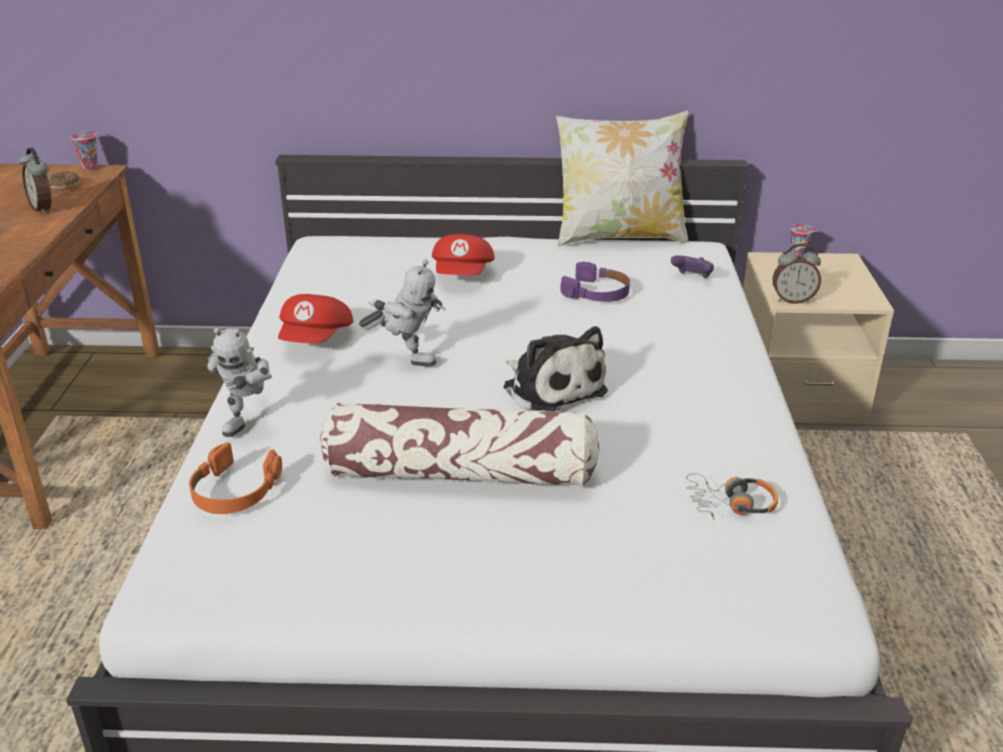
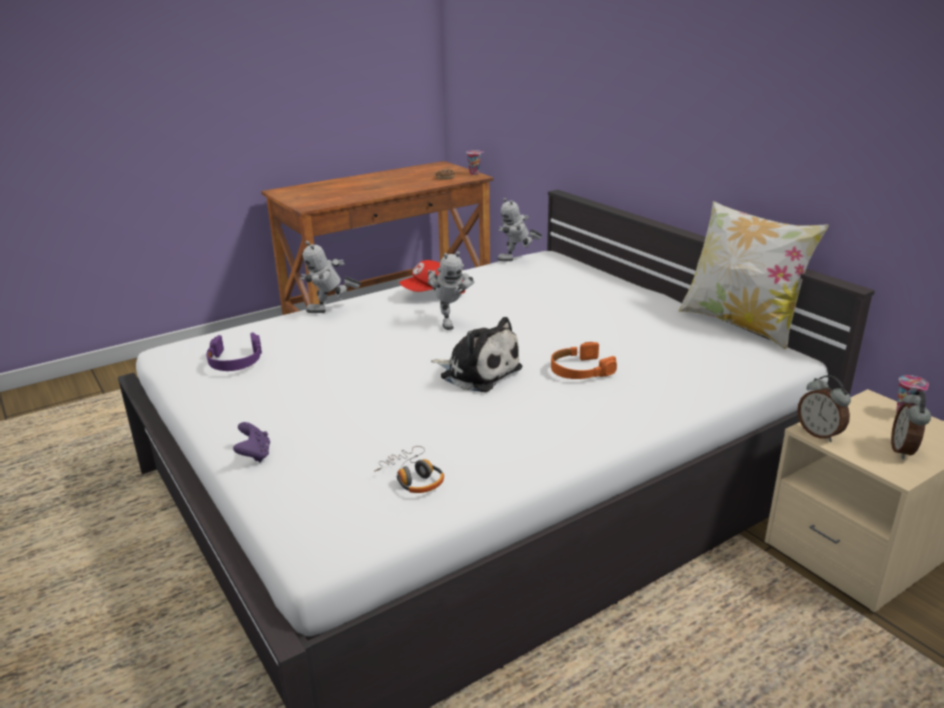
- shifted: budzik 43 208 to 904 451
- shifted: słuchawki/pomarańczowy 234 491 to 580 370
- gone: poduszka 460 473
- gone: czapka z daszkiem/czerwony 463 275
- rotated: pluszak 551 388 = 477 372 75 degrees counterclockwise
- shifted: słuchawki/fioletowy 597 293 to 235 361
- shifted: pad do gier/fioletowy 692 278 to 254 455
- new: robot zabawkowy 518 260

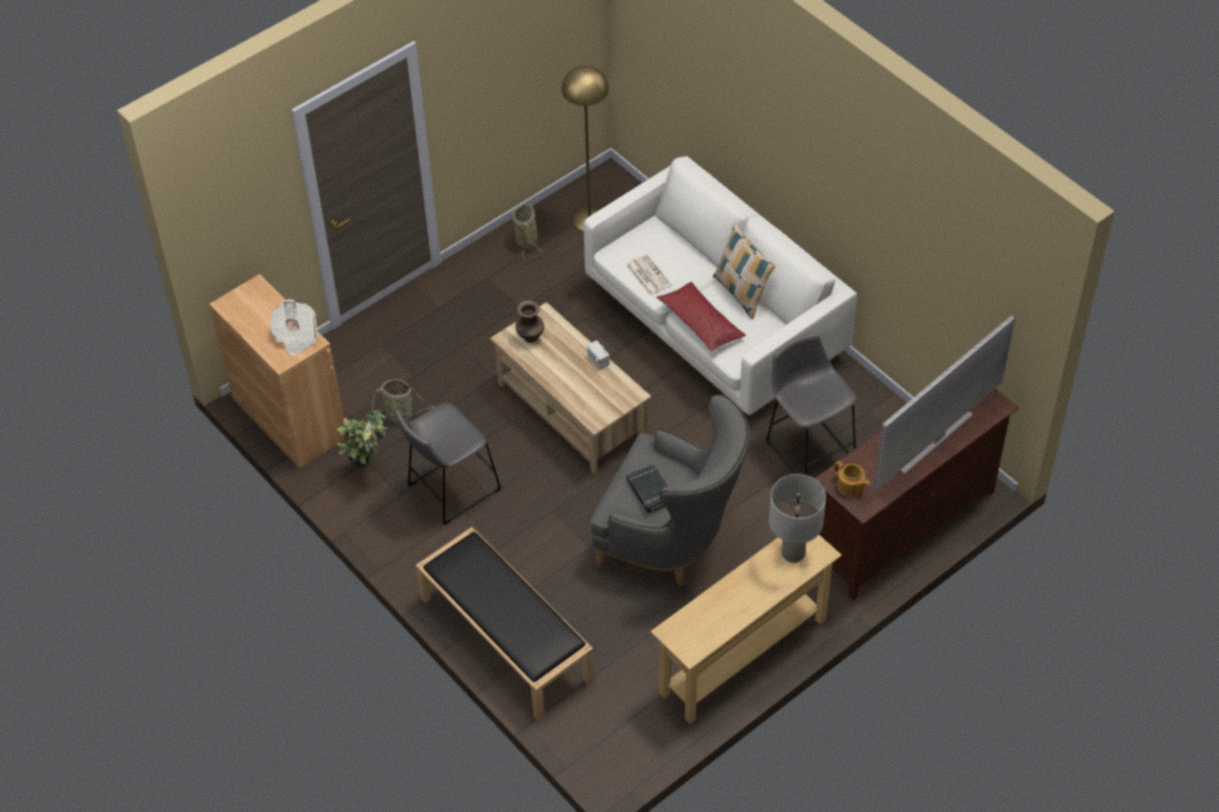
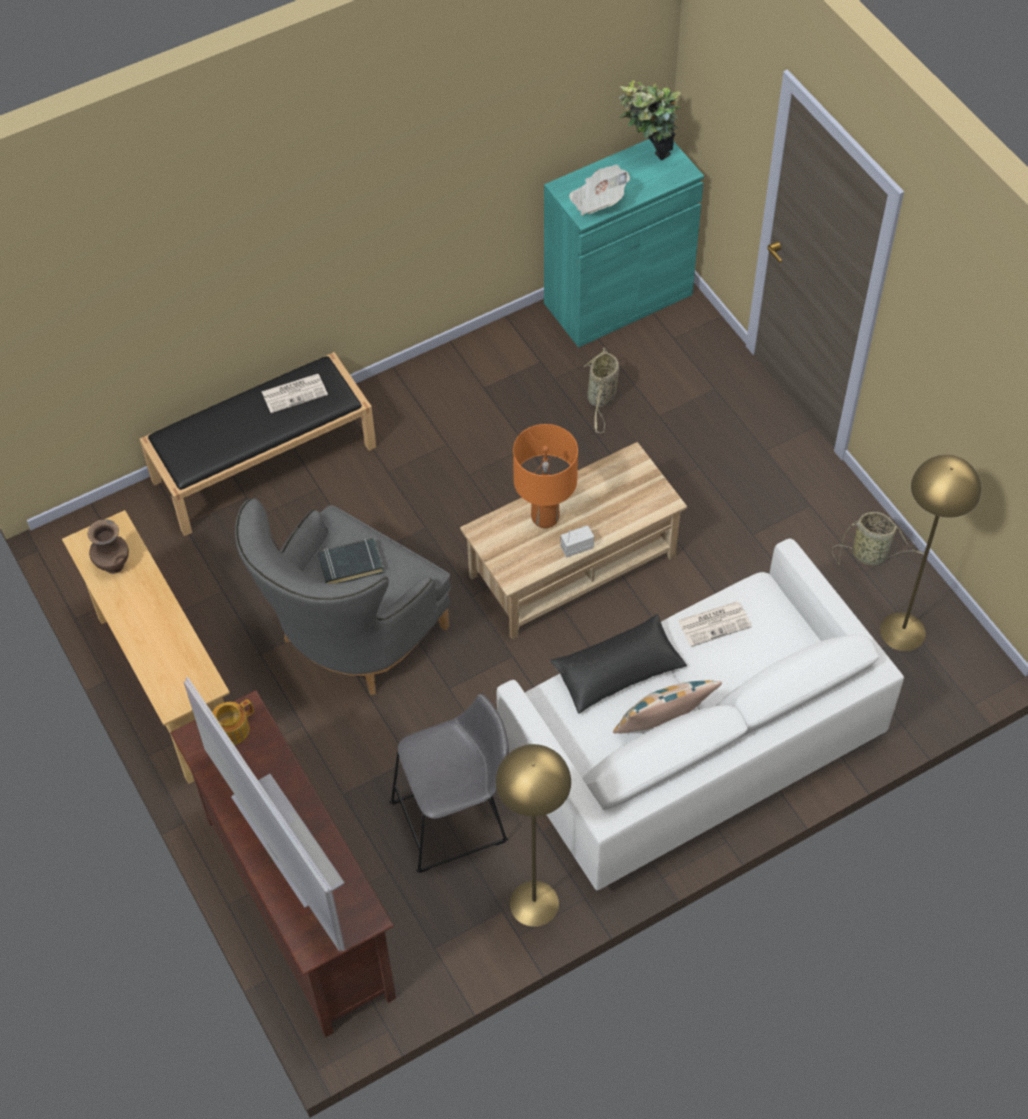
- repainted: szafka/brązowy 289 418 to szafka/turkusowy 618 299
- shifted: roślina doniczkowa 369 472 to 648 162
- gone: stołek/szary 449 489
- shifted: wazon/brązowy 530 338 to 113 565
- repainted: poduszka/czerwony 700 323 to poduszka/czarny 618 670
- gone: lampa stołowa/szary 793 553
- new: gazeta 295 393
- new: lampa stojąca/żółty 534 903
- new: lampa stołowa/pomarańczowy 545 517

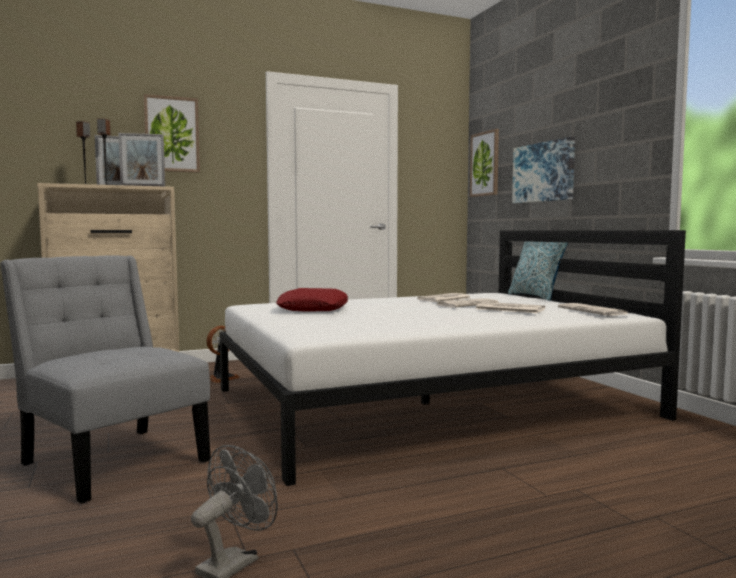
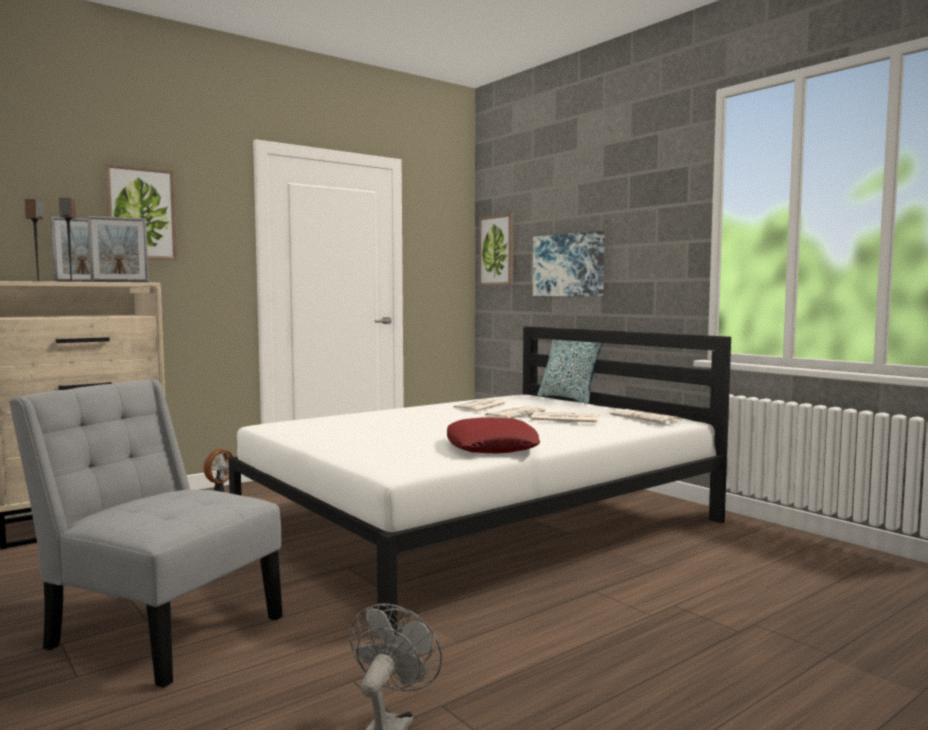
- shifted: poduszka/czerwony 313 308 to 491 446

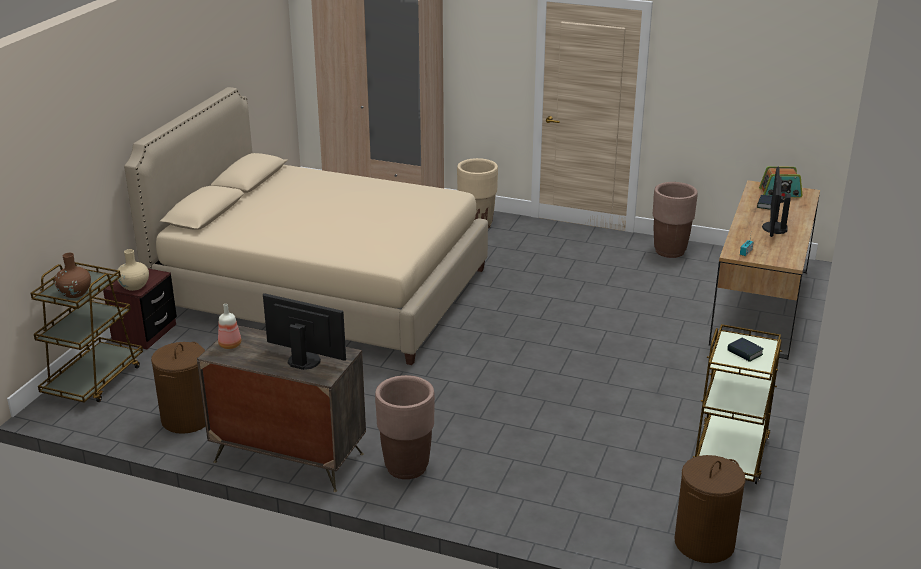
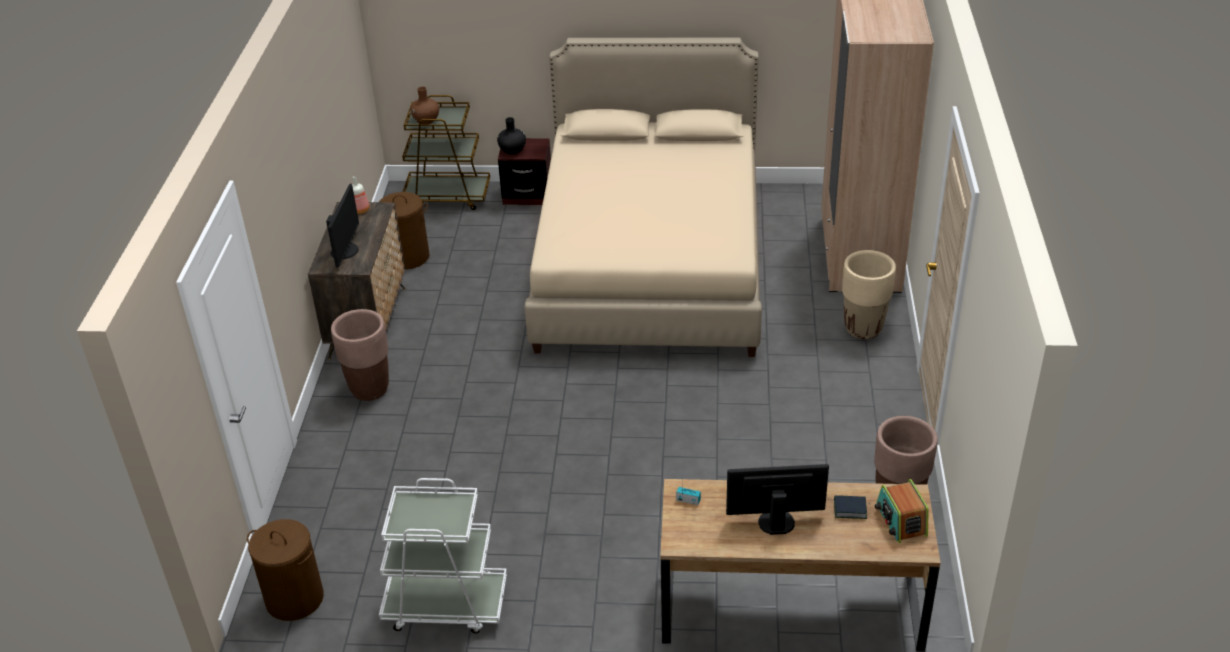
- repainted: wazon/beżowy 134 286 to wazon/czarny 512 150
- repainted: wózek/brązowy 730 454 to wózek/biały 445 605
- gone: książka 745 353

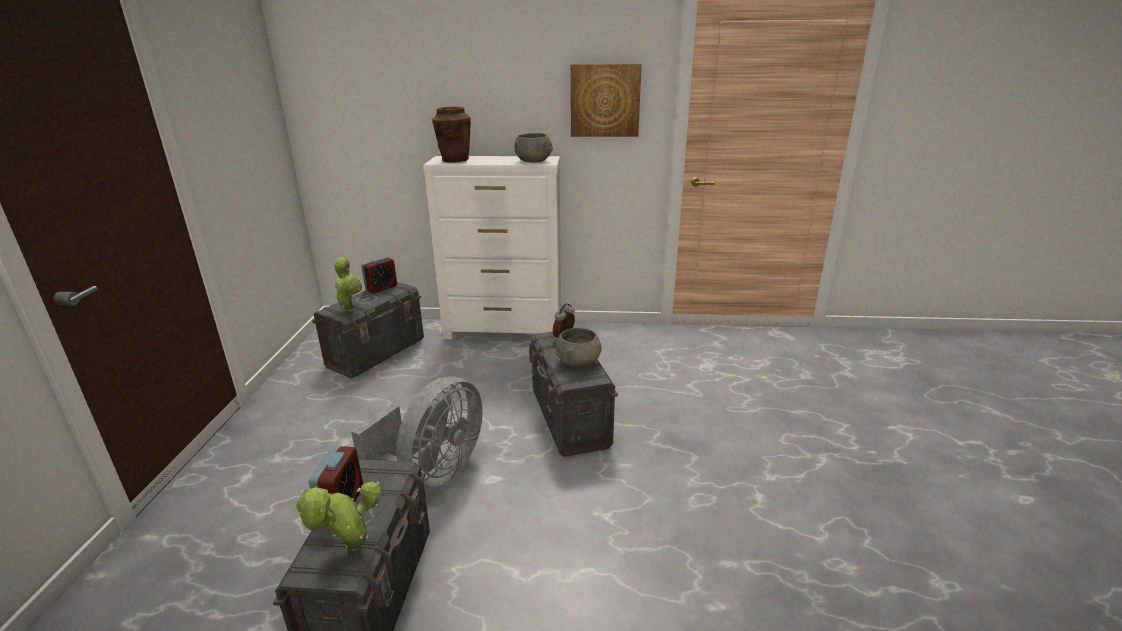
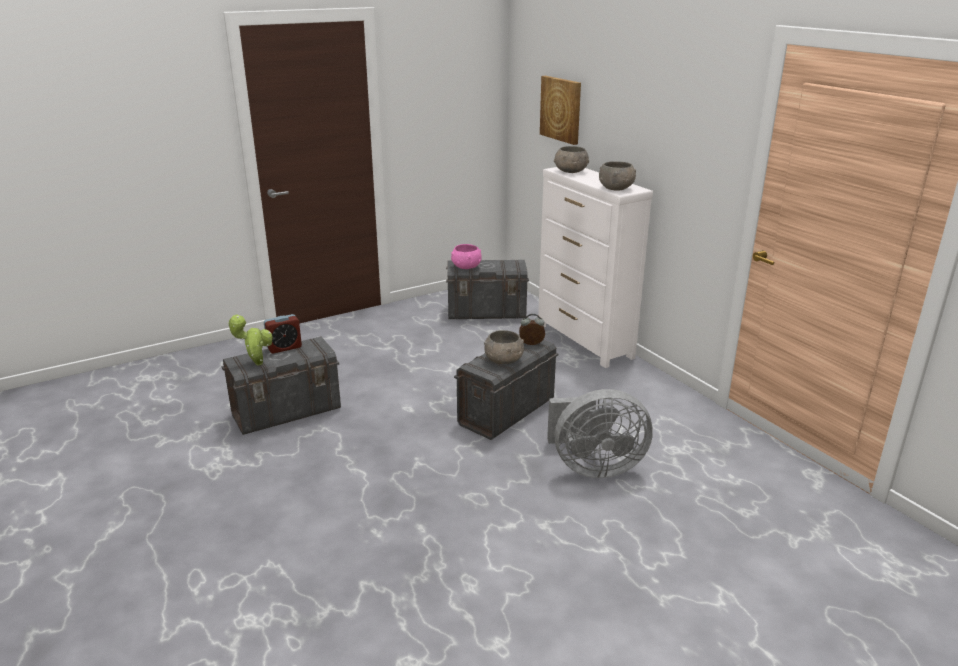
- swapped: roślina doniczkowa 350 308 to miska/różowy 466 266
- shifted: wentylator/szary 433 472 to 593 467
- gone: budzik 381 288
- swapped: wazon/brązowy 455 160 to miska/szary 570 171
- shifted: obraz 605 100 to 561 109

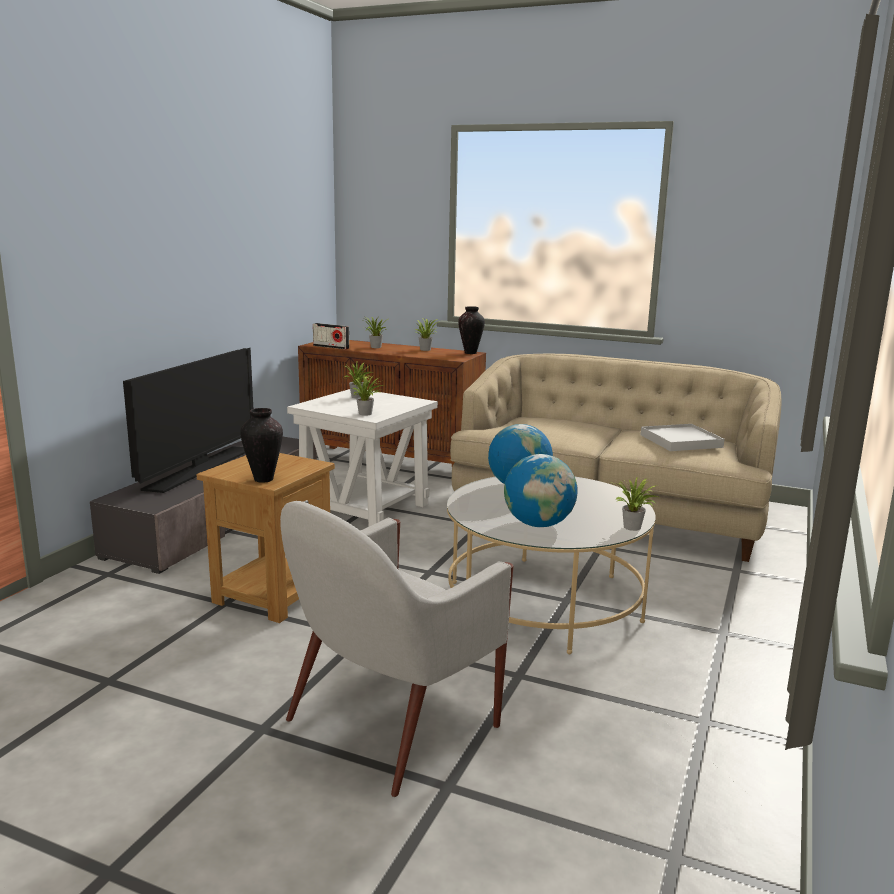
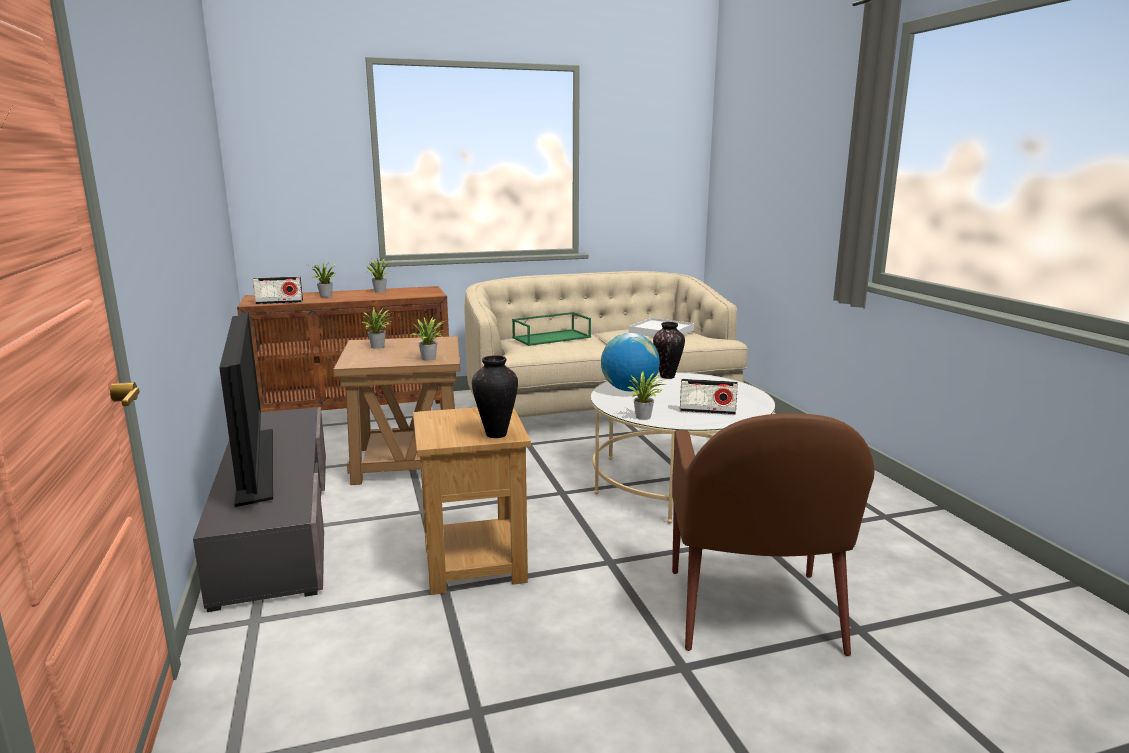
- repainted: fotel/biały 388 725 to fotel/brązowy 753 613
- repainted: stolik/biały 365 508 to stolik/brązowy 408 461
- shifted: wazon 470 353 to 667 377
- swapped: globus 538 524 to radio 707 411
- shifted: roślina doniczkowa 633 528 to 645 417
- new: taca/zielony 552 337

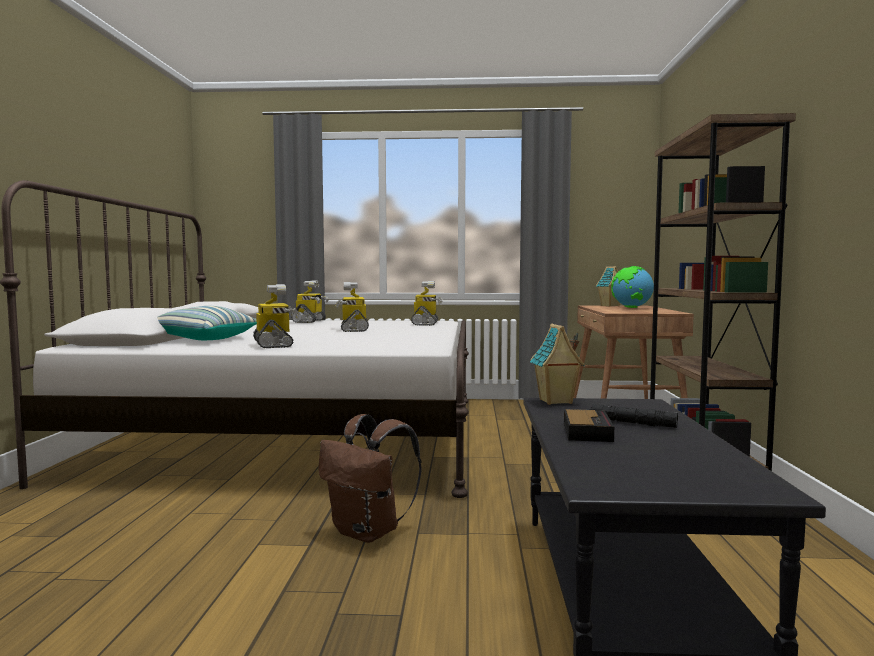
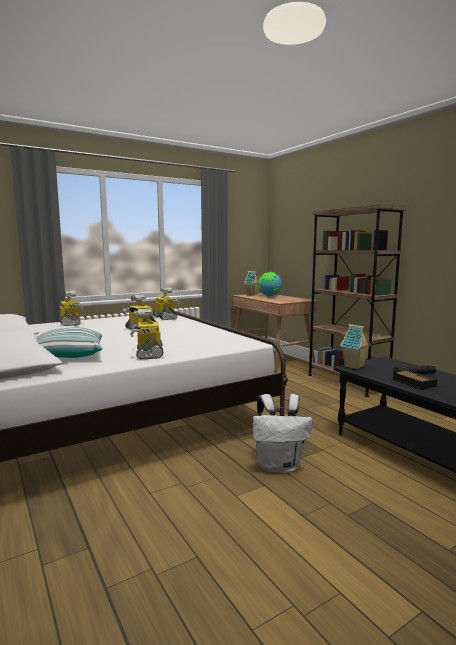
- rotated: robot zabawkowy 274 345 = 148 353 135 degrees counterclockwise
- repainted: plecak/brązowy 369 532 to plecak/biały 279 466

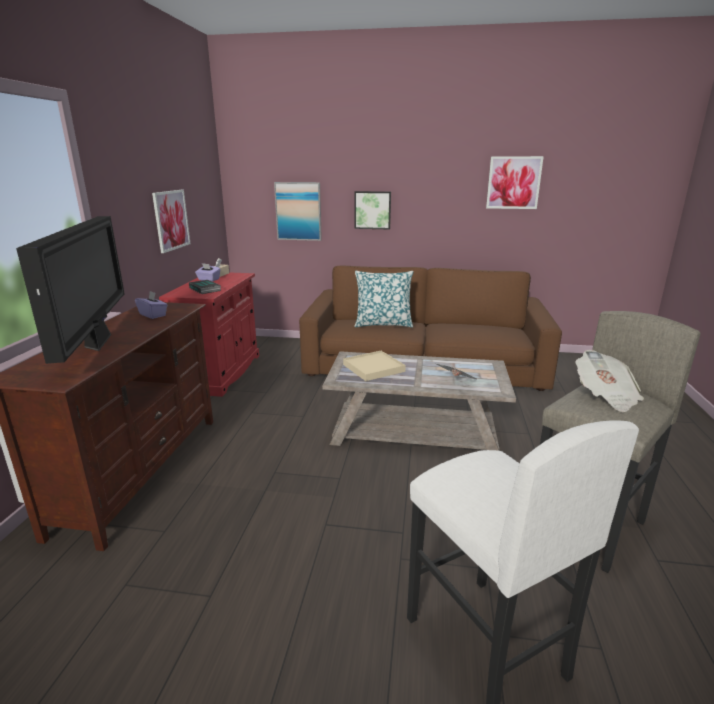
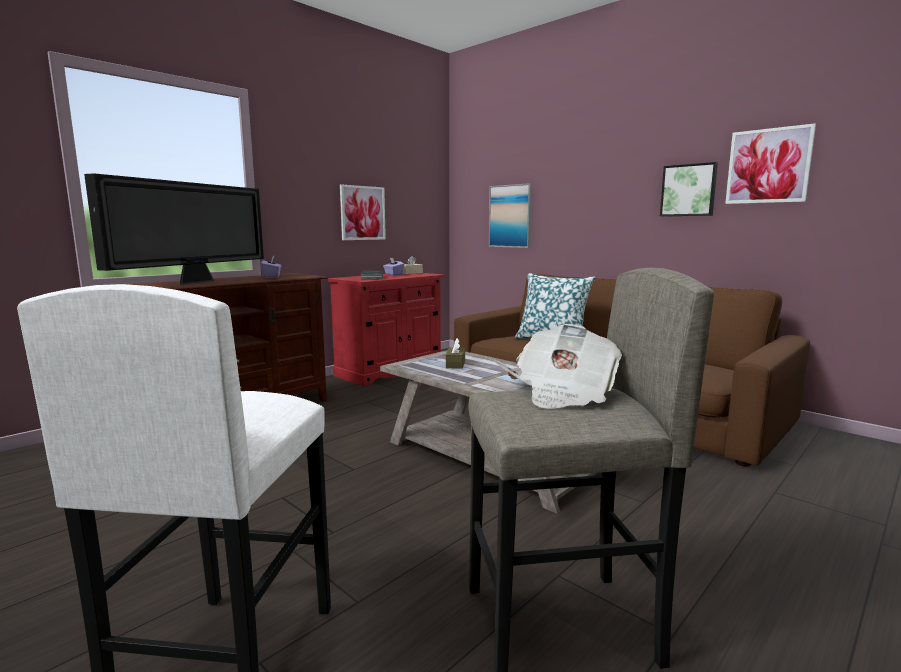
- swapped: taca/beżowy 373 368 to pudełko chusteczek/brązowy 455 364
- shifted: obraz 372 210 to 688 190

